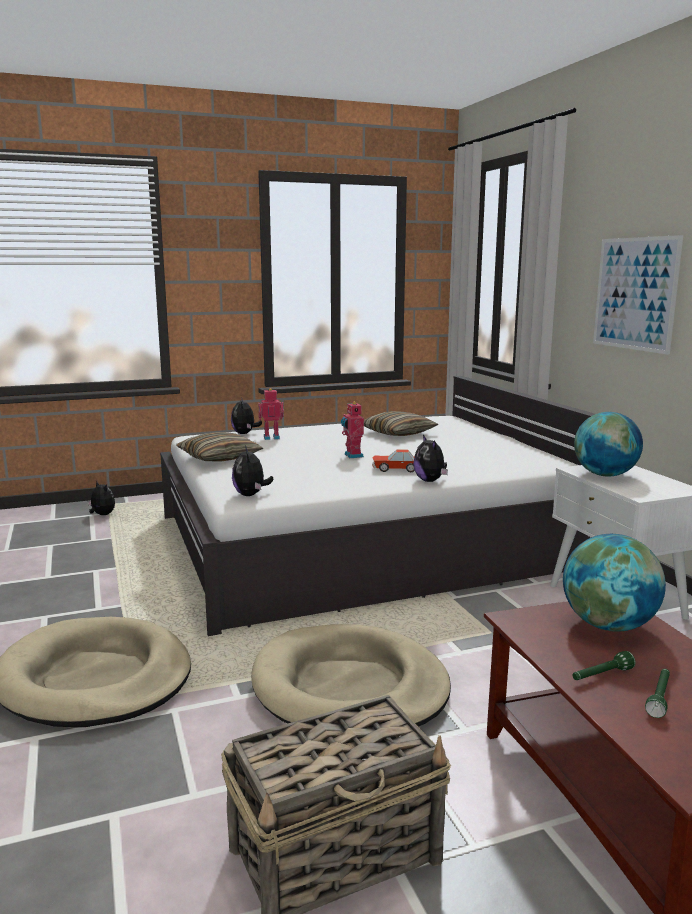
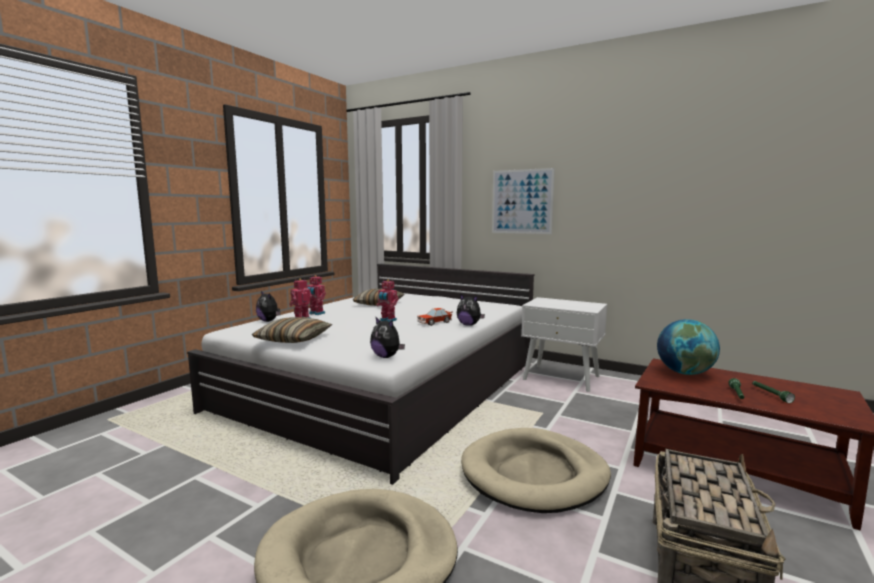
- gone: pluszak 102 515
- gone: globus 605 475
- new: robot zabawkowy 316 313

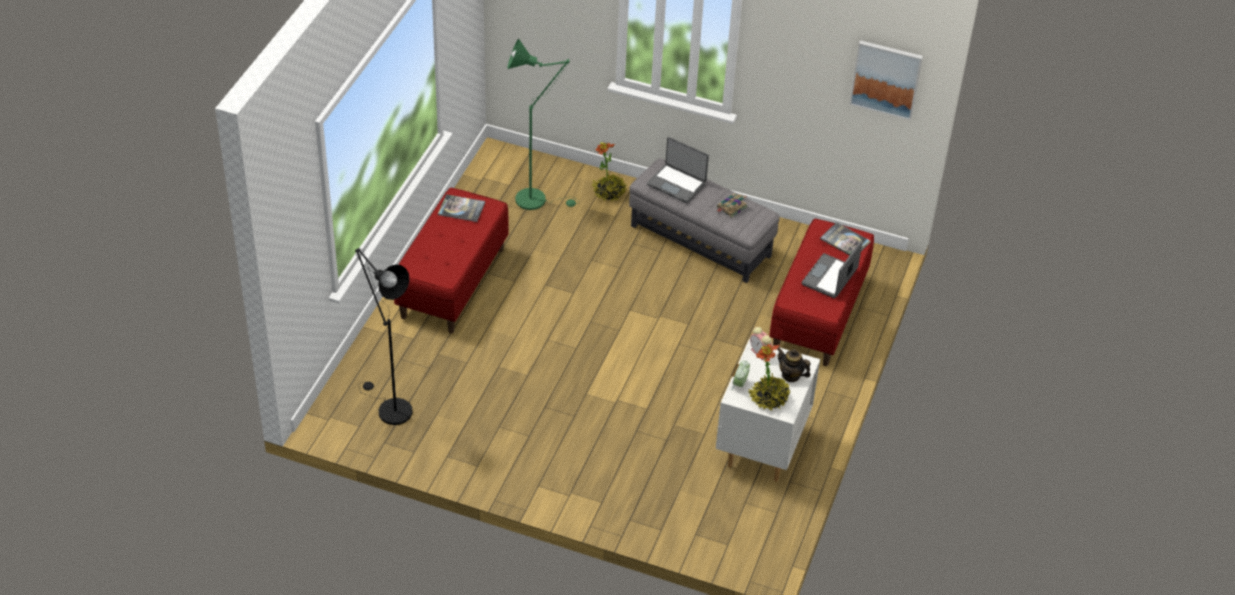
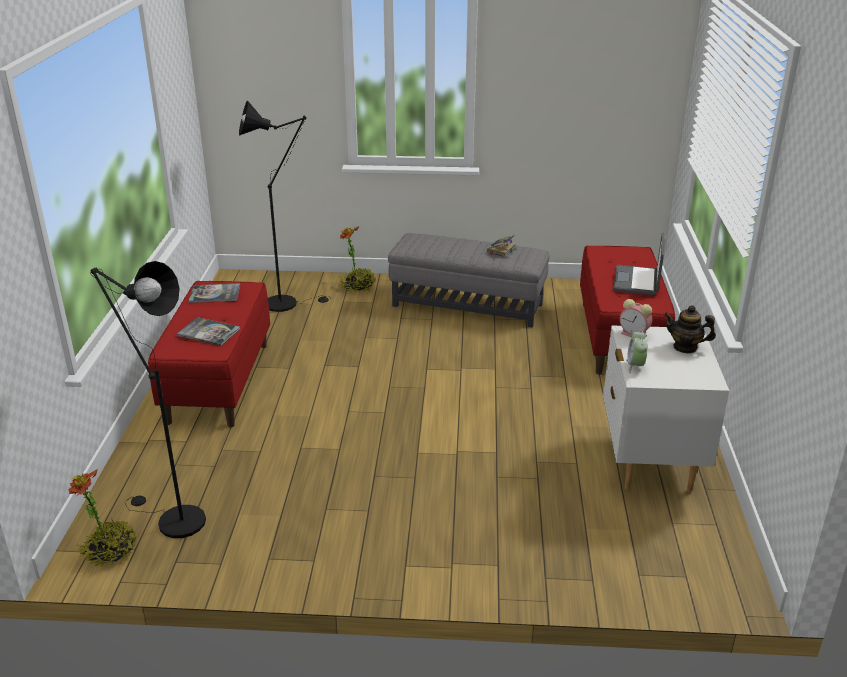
- repainted: lampa stojąca/zielony 537 199 to lampa stojąca/czarny 287 303
- gone: laptop 677 183
- shifted: roślina doniczkowa 768 398 to 110 551
- shifted: książka 845 240 to 209 332
- gone: obraz 886 79

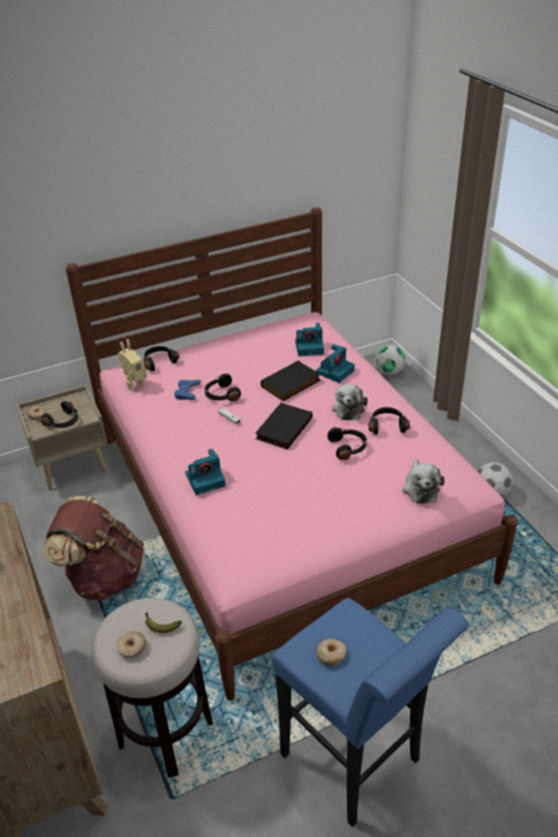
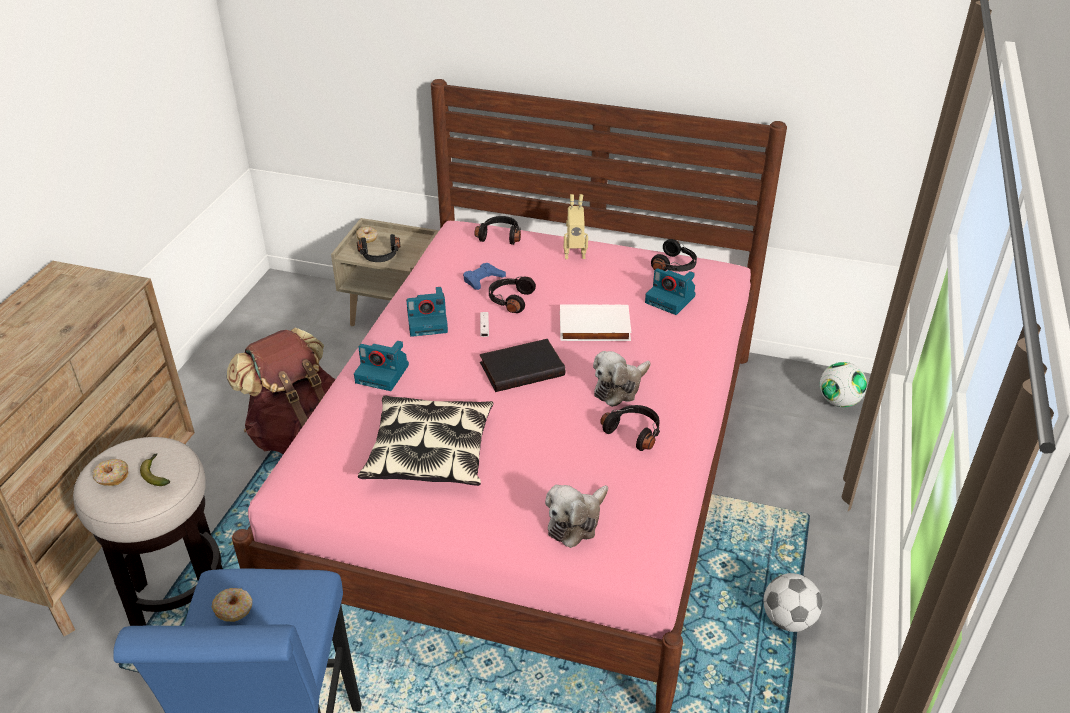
- shifted: robot zabawkowy 134 385 to 574 253
- repainted: książka/czarny 291 384 to książka/biały 594 328
- shifted: aparat fotograficzny 335 371 to 428 322
- shifted: słuchawki/czarny 348 448 to 675 265
- new: poduszka 429 452

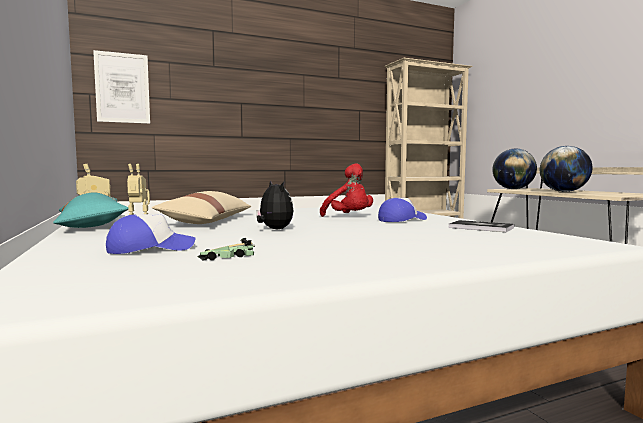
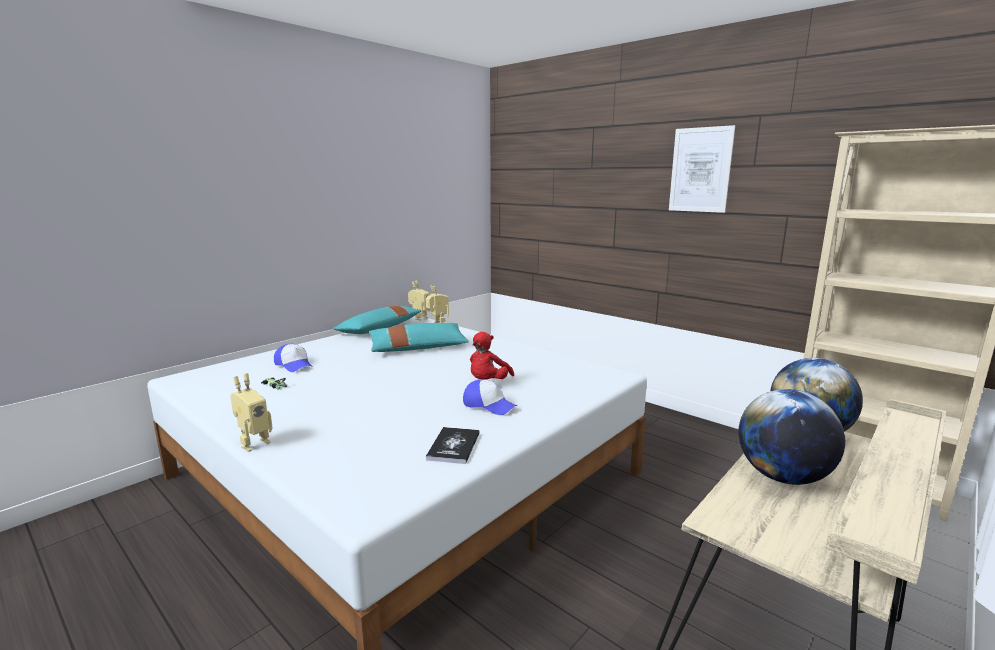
- shifted: obraz 122 88 to 700 170
- repainted: poduszka/beżowy 208 221 to poduszka/turkusowy 418 347
- gone: pluszak 274 229
- new: robot zabawkowy 253 443

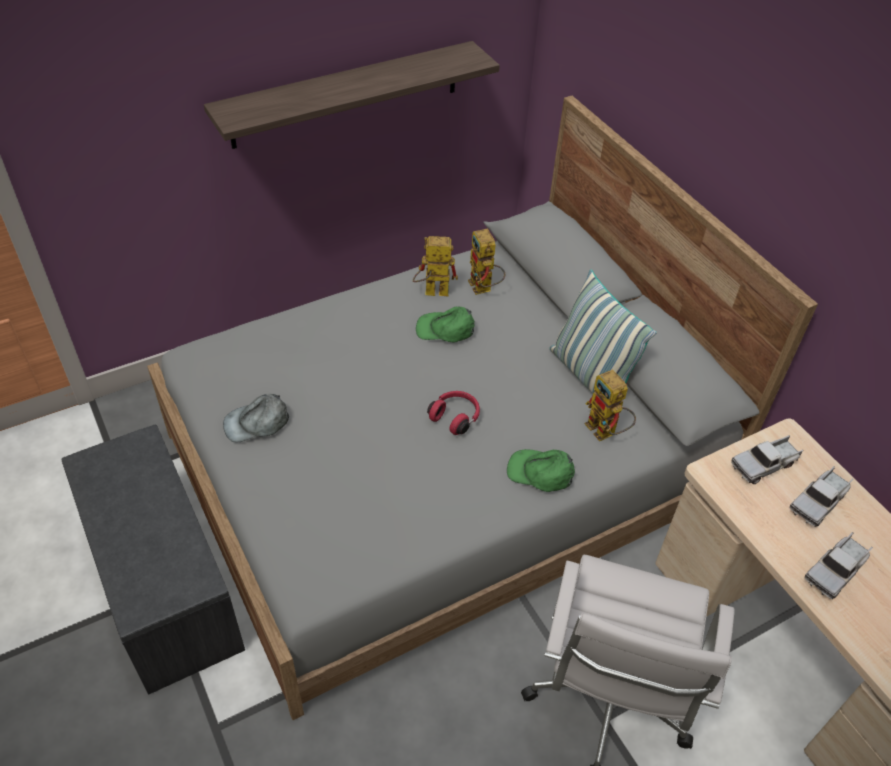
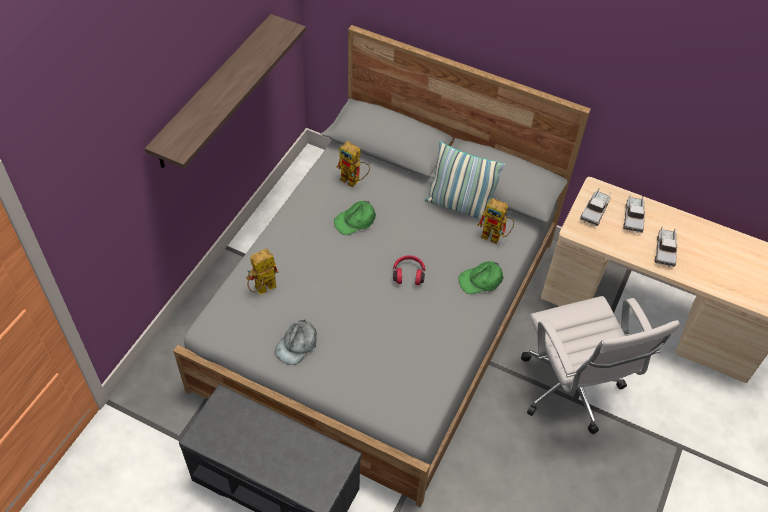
- shifted: robot zabawkowy 431 292 to 262 290

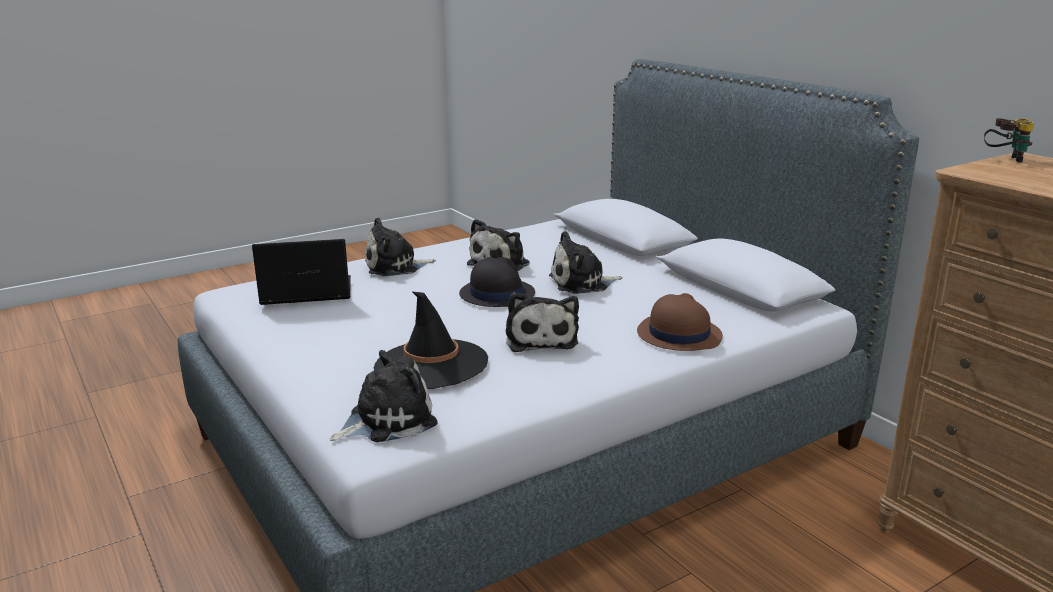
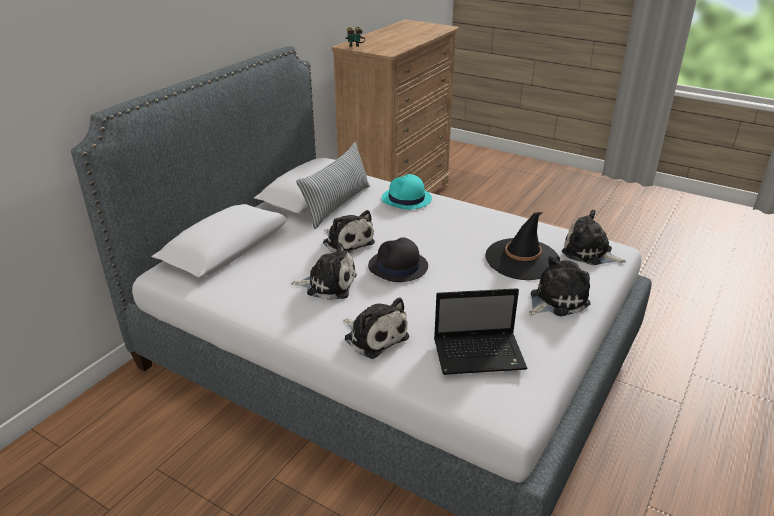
- rotated: laptop 304 293 = 480 354 60 degrees counterclockwise
- shifted: pluszak 541 339 to 556 300
- repainted: kapelusz/brązowy 678 334 to kapelusz/turkusowy 406 199
- new: poduszka 337 205

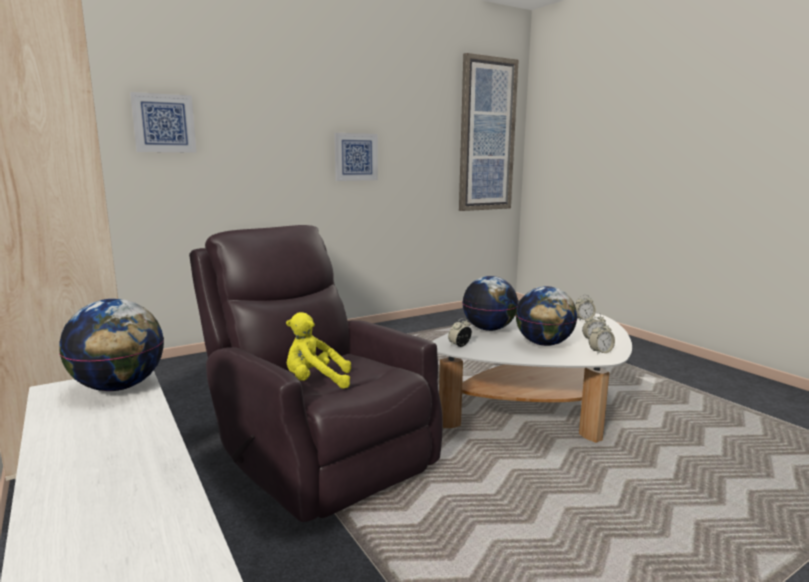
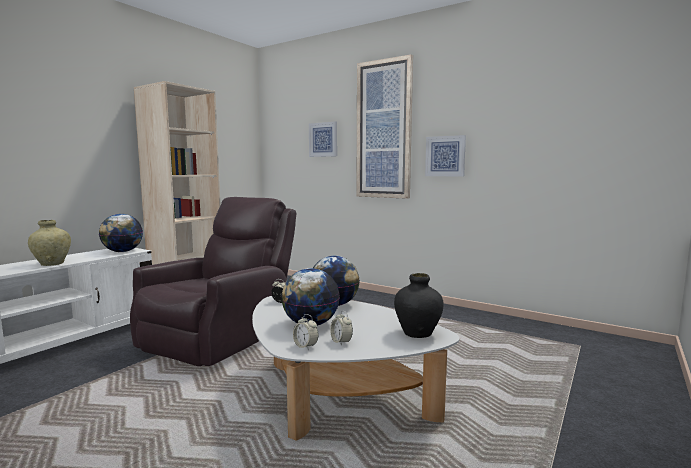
- gone: pluszak/żółty 315 382
- shifted: obraz 486 135 to 384 130
- swapped: budzik 583 319 to wazon/czarny 417 333
- new: wazon/beżowy 52 264

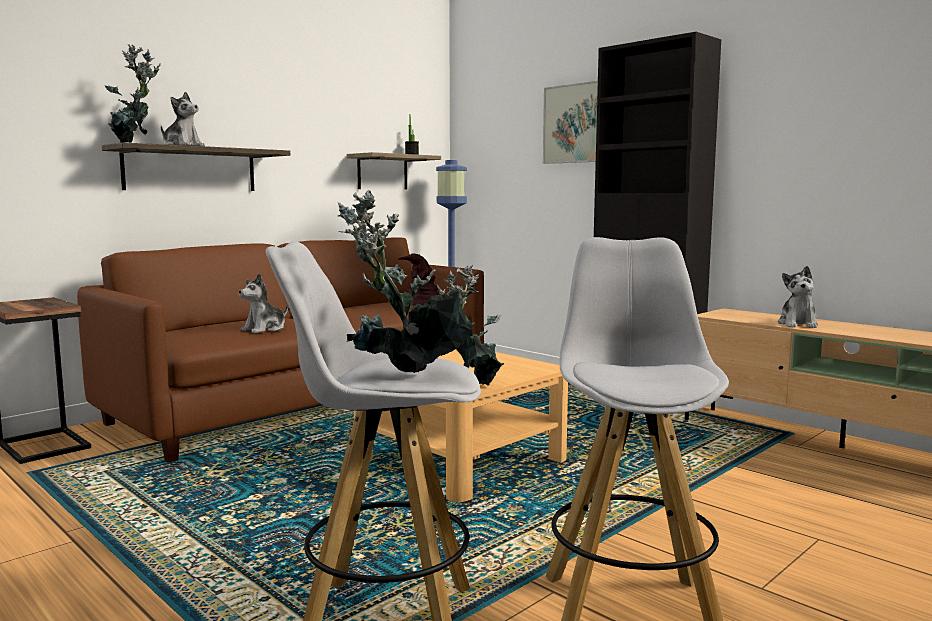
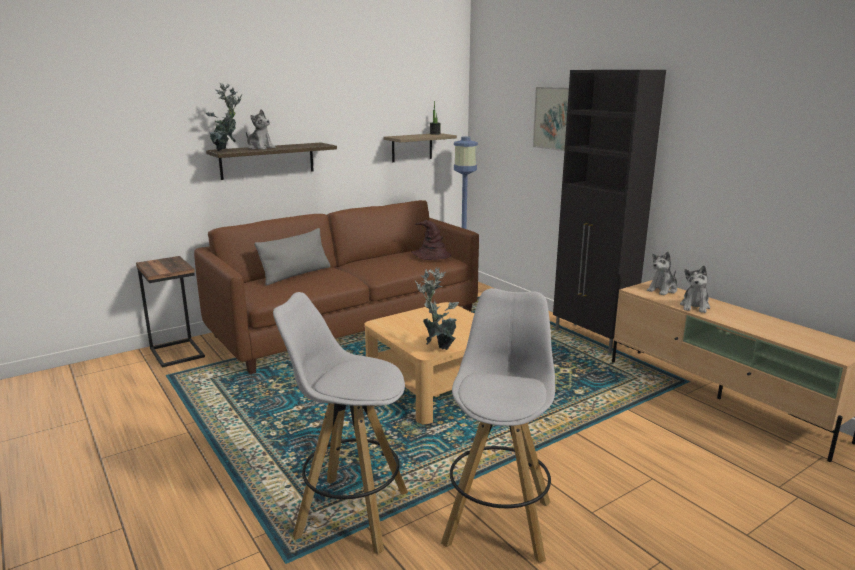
- shifted: pluszak 264 329 to 662 290
- gone: roślina doniczkowa 401 377
- new: poduszka/szary 296 275

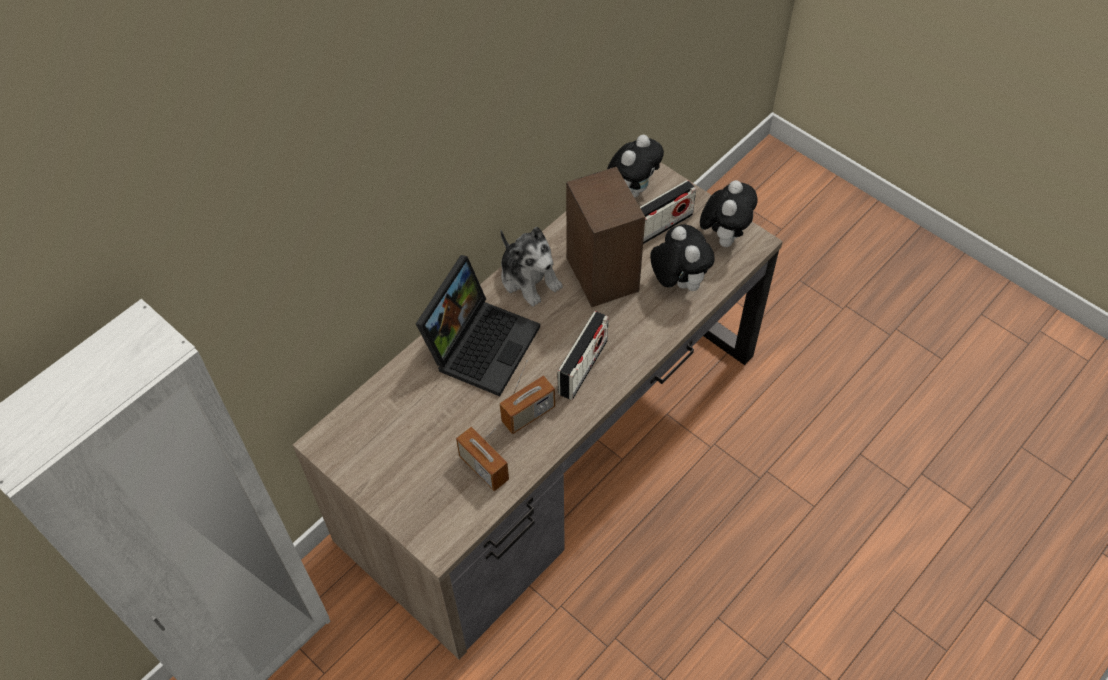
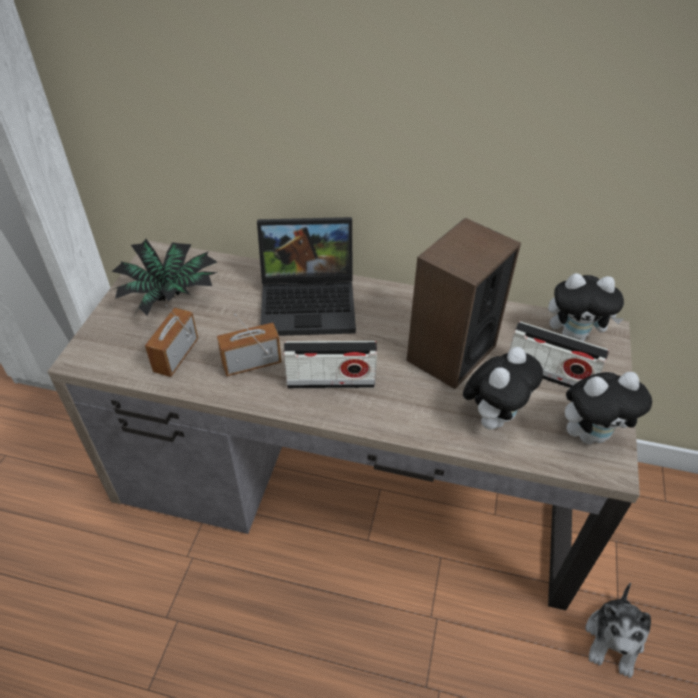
- rotated: radio 528 414 = 251 363 135 degrees clockwise
- shifted: pluszak 529 278 to 614 639
- new: roślina doniczkowa 170 296

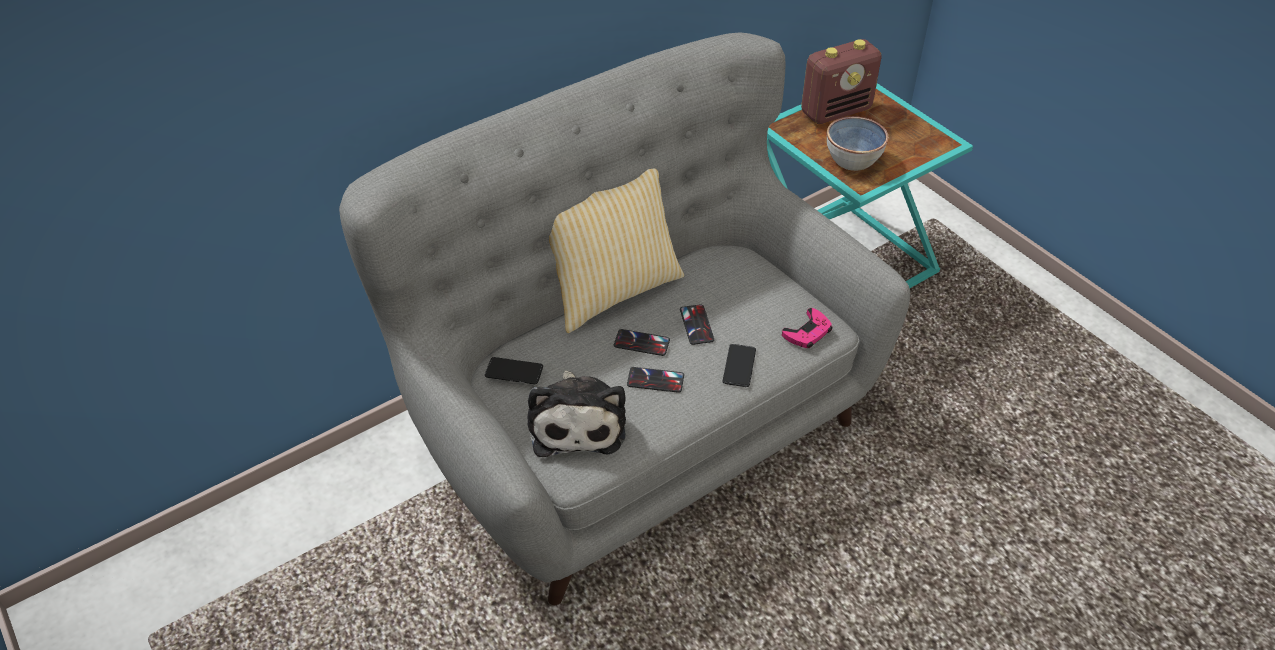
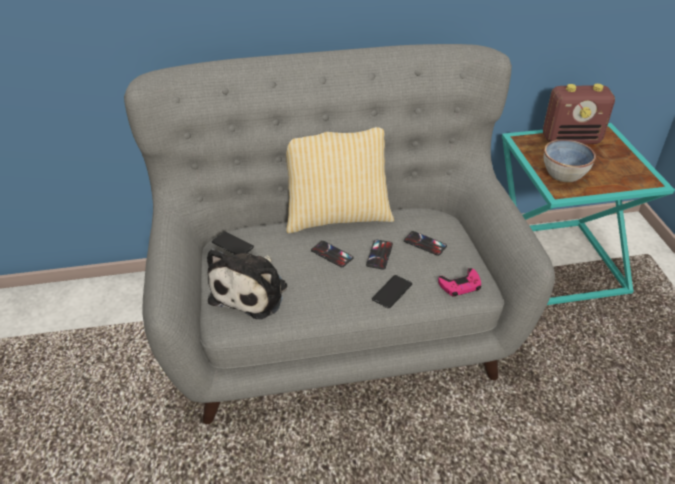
- shifted: telefon 655 380 to 425 243

